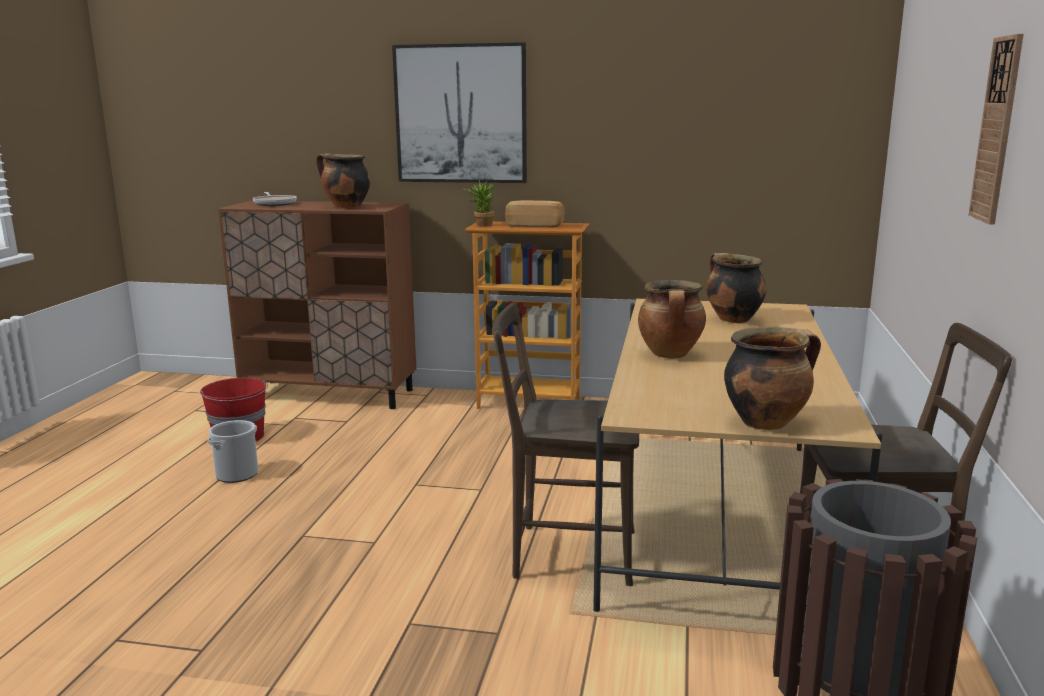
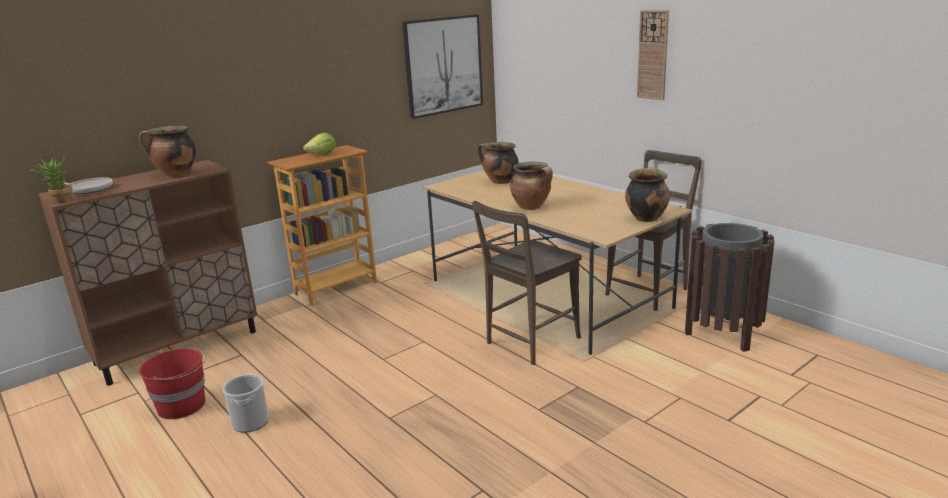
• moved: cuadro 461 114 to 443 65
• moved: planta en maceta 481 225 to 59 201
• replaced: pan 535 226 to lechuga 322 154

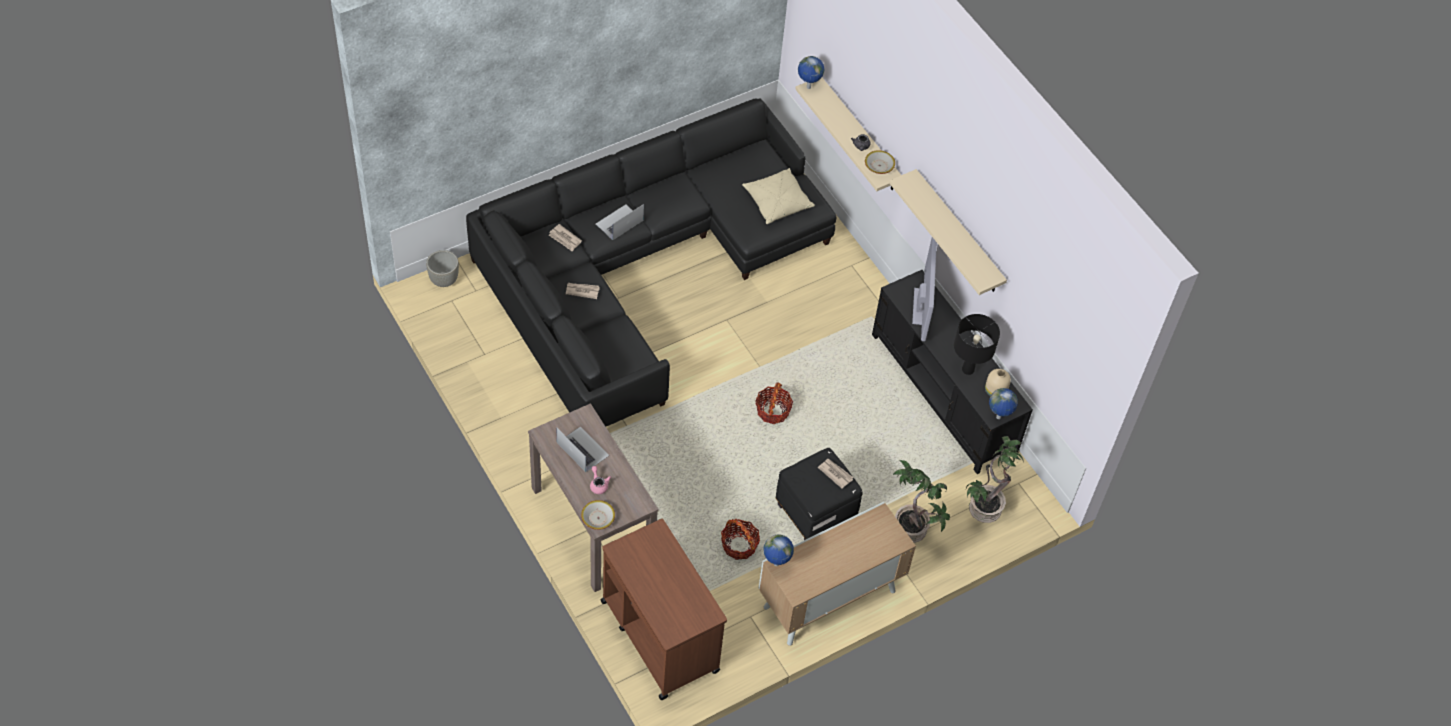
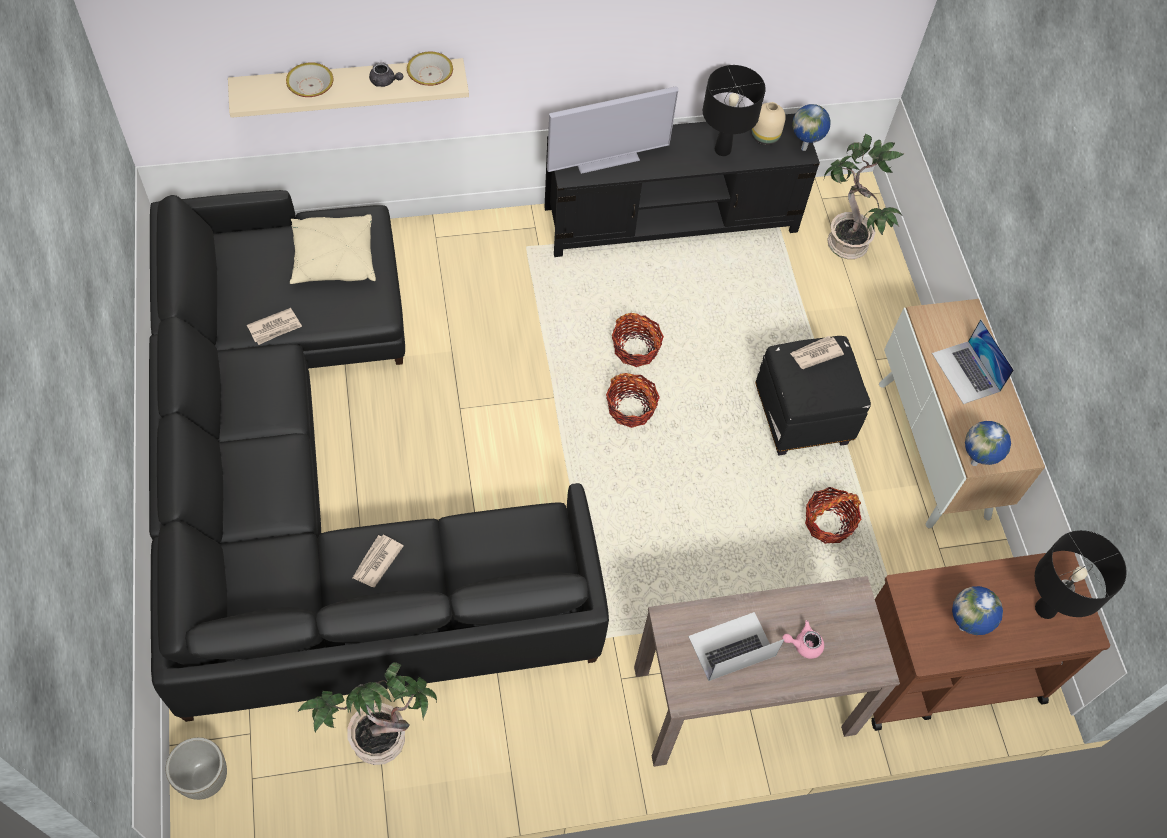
• moved: globo terráqueo 808 87 to 963 628
• removed: estante [beis] 958 233
• moved: portátil 619 222 to 966 372
• moved: periódico 565 239 to 275 328
• turned: televisor 921 306 = 606 158 135 degrees clockwise
• moved: planta en maceta 912 529 to 380 736
• moved: cuenco 598 518 to 311 86
• added: cesta 635 349
• added: lámpara de mesa [negro] 1044 609

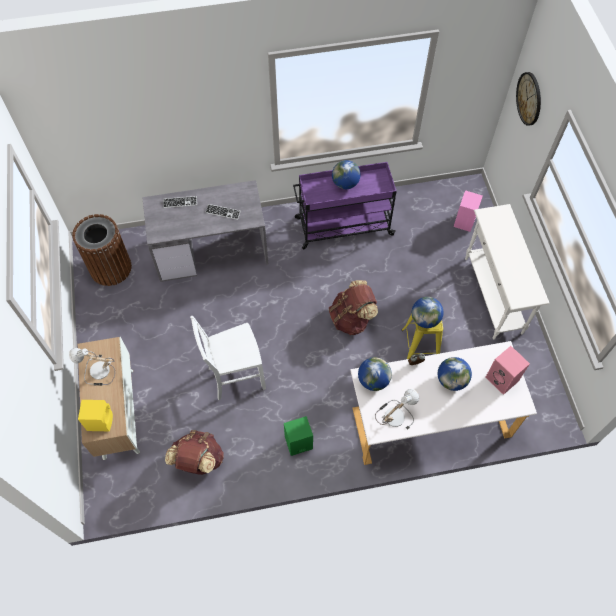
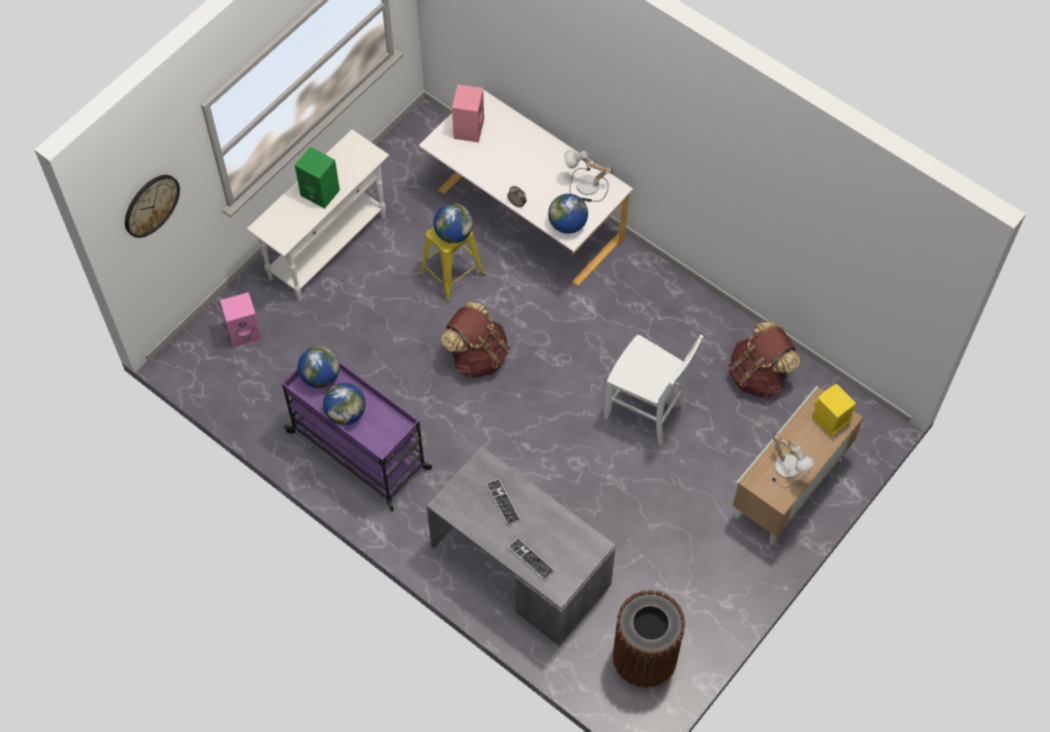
• moved: globo terráqueo 451 380 to 320 377
• moved: altavoz [verde] 298 443 to 321 192

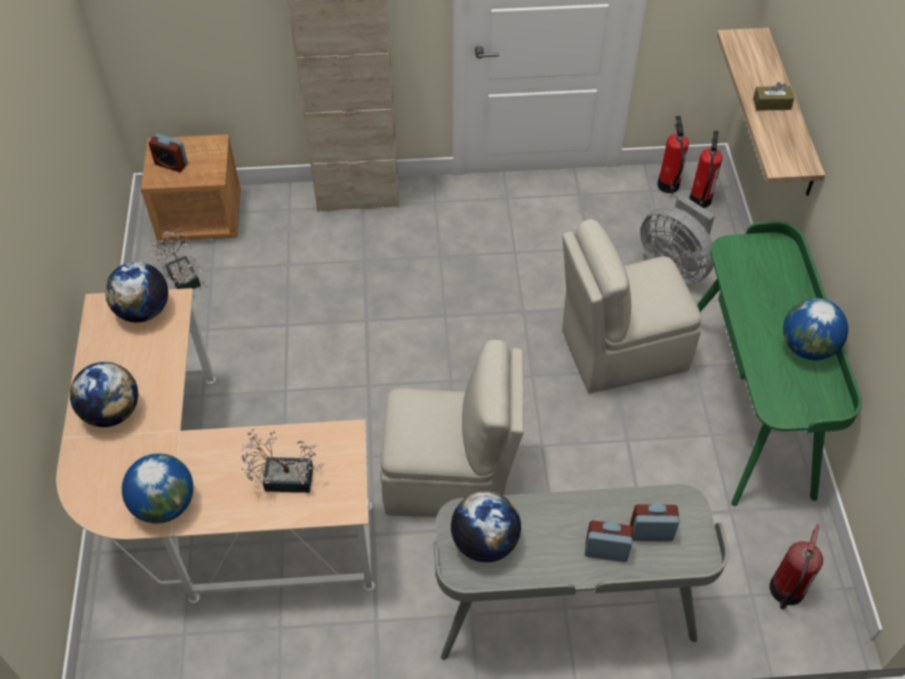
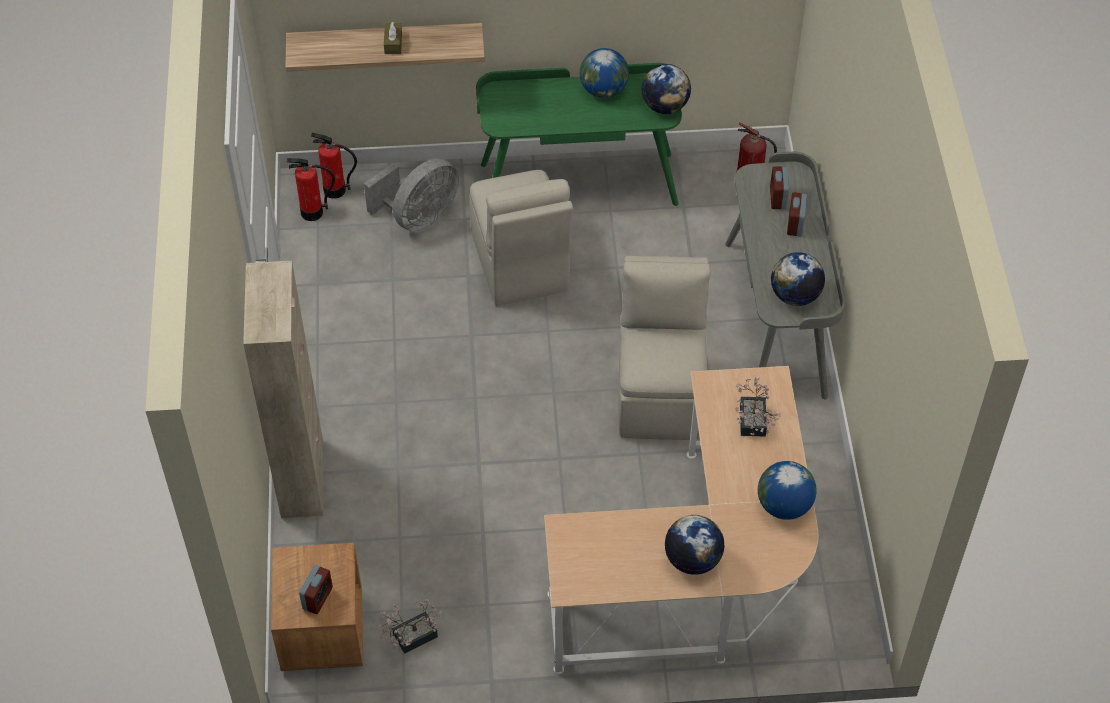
• moved: globo terráqueo 143 311 to 665 106

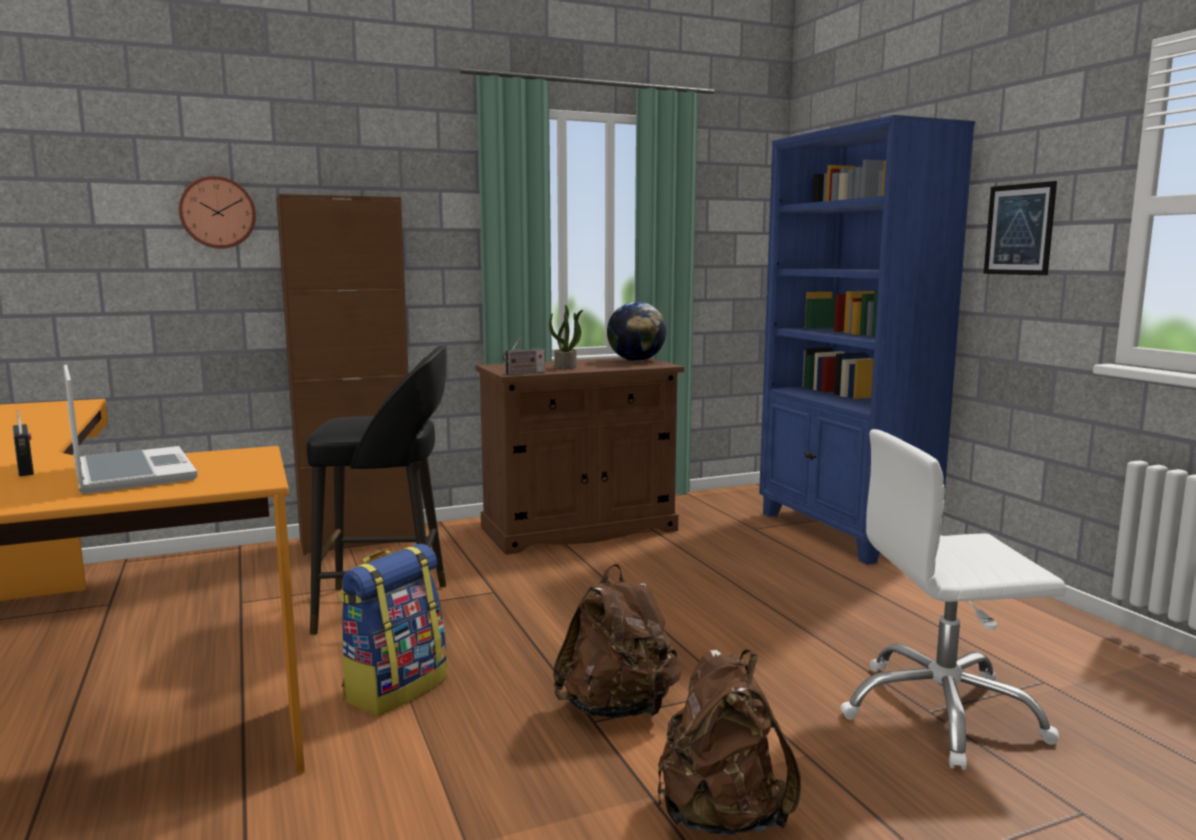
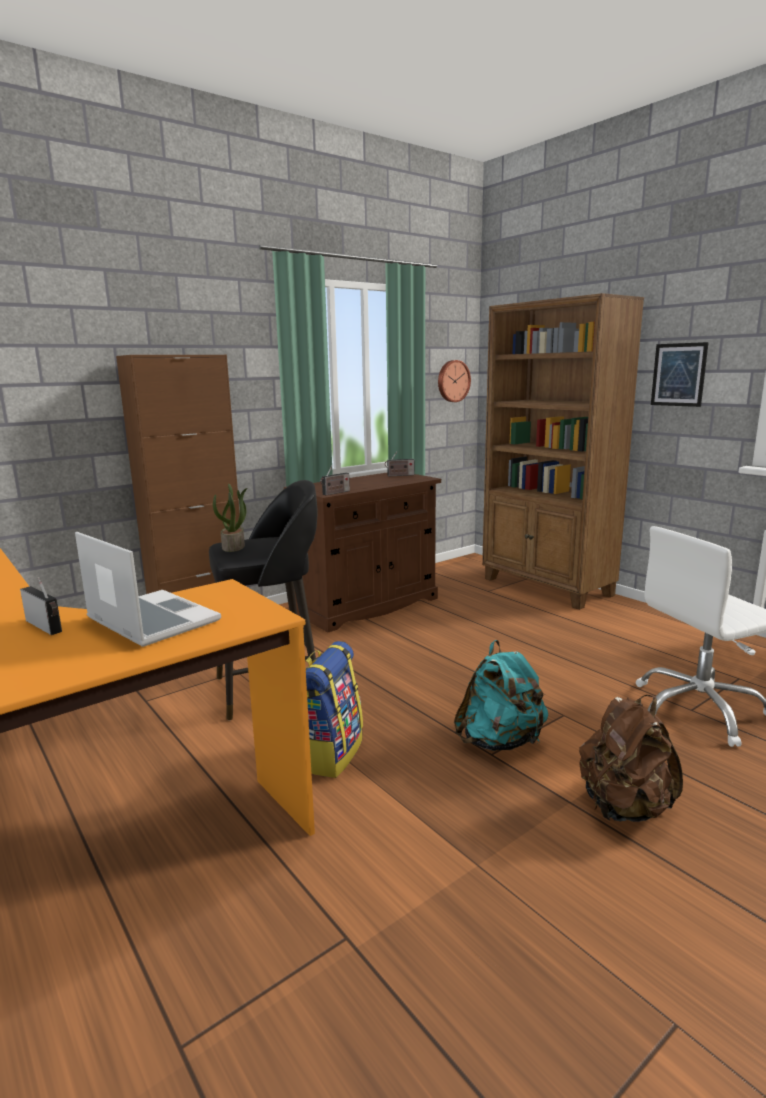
• recoloured: estantería [azul] 843 532 to estantería [marrón] 547 587
• moved: reloj de pared 218 212 to 452 381
• replaced: globo terráqueo 636 360 to radio 399 475
• moved: planta en maceta 566 367 to 234 547
• recoloured: mochila [marrón] 617 709 to mochila [turquesa] 500 741

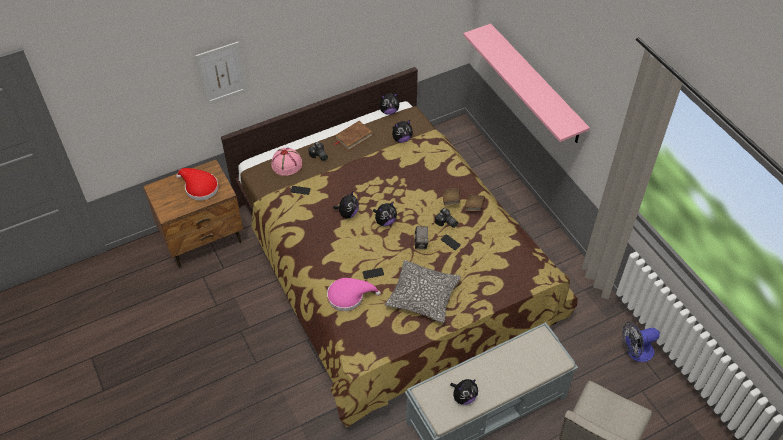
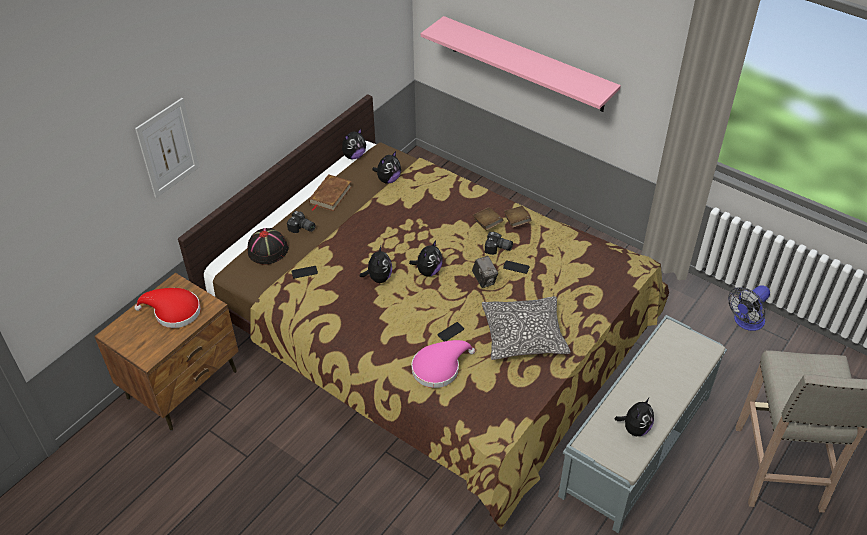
• recoloured: sombrero [rosa] 287 164 to sombrero [negro] 268 250

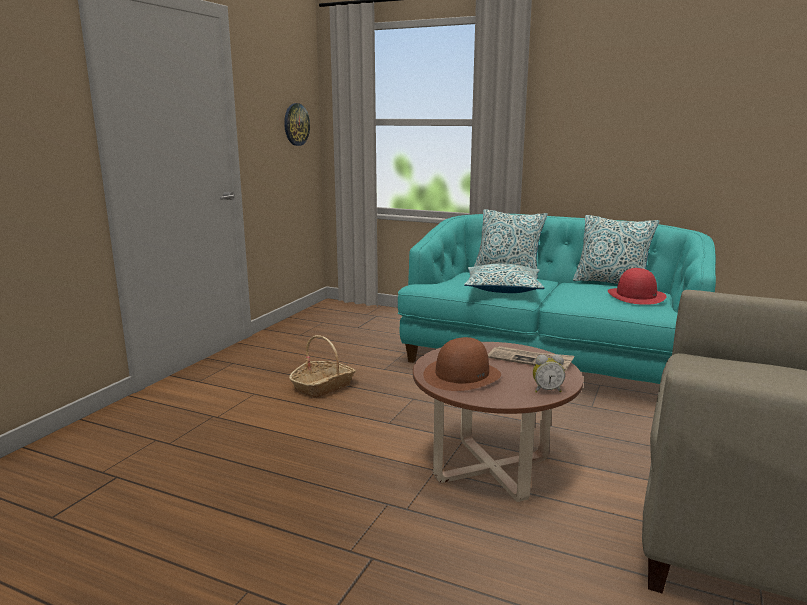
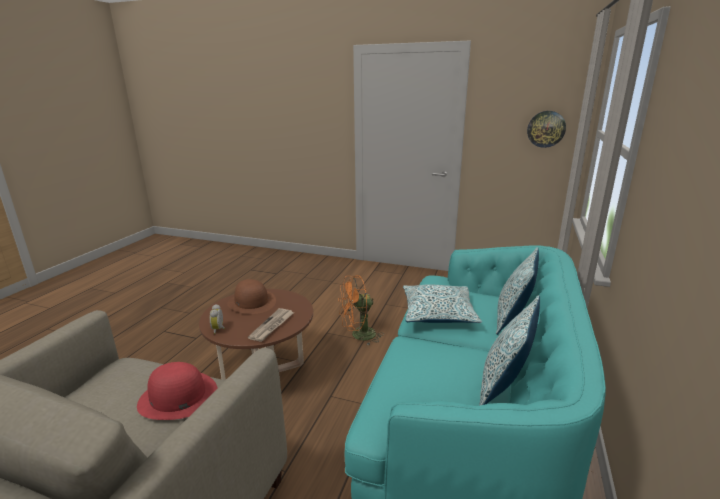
• moved: sombrero [rojo] 636 296 to 177 397
• removed: cesta 323 386
• added: ventilador [naranja] 358 336

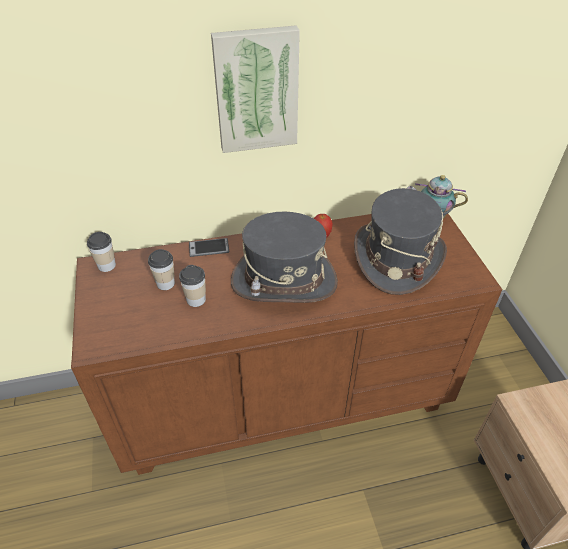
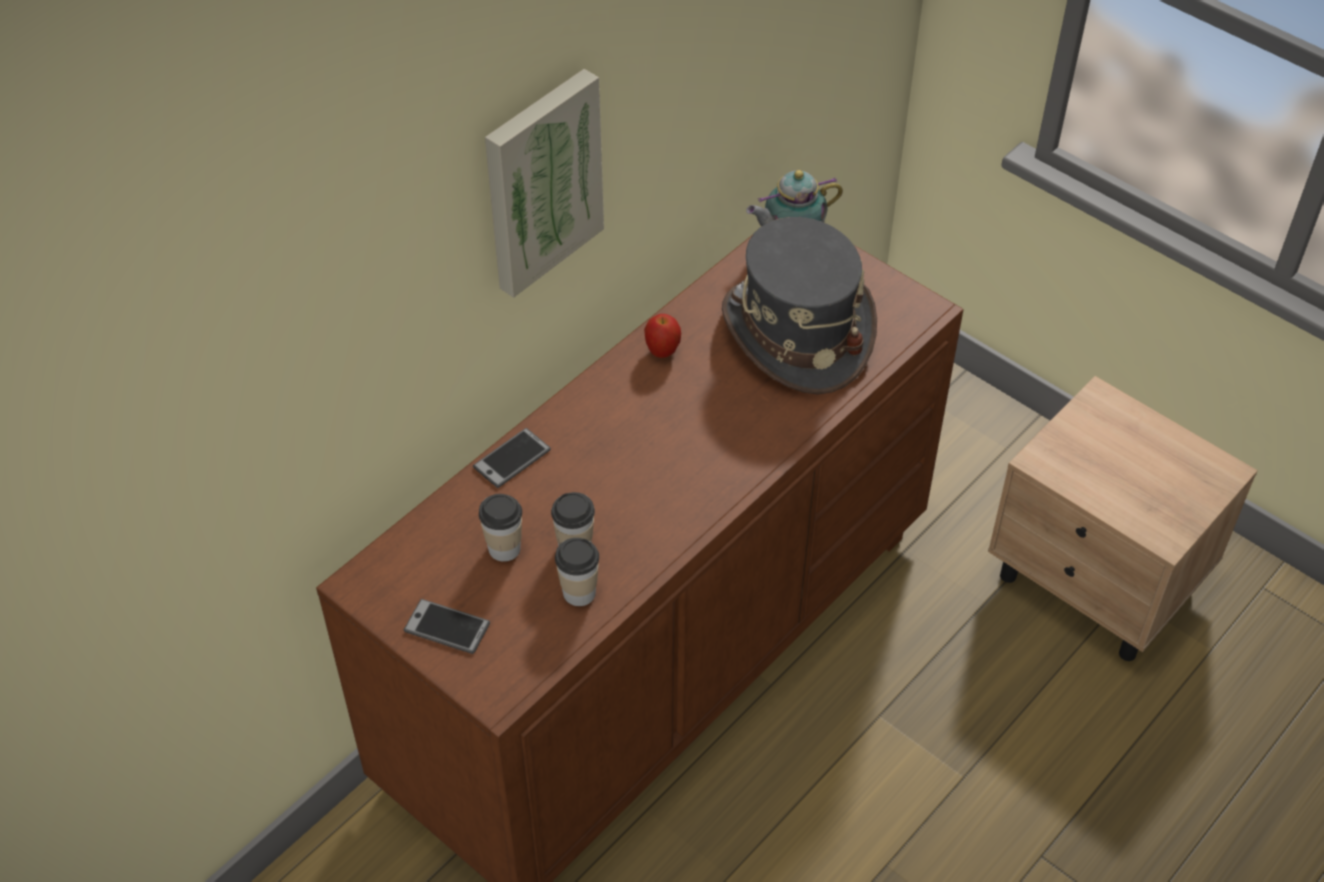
• removed: sombrero [gris] 283 281
• moved: taza 106 265 to 579 592
• added: móvil 447 627

